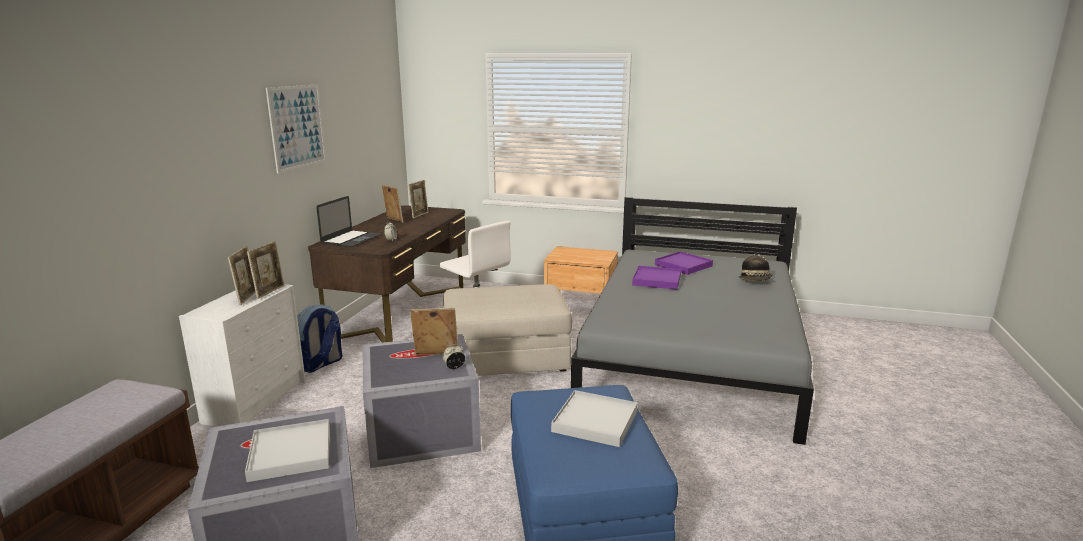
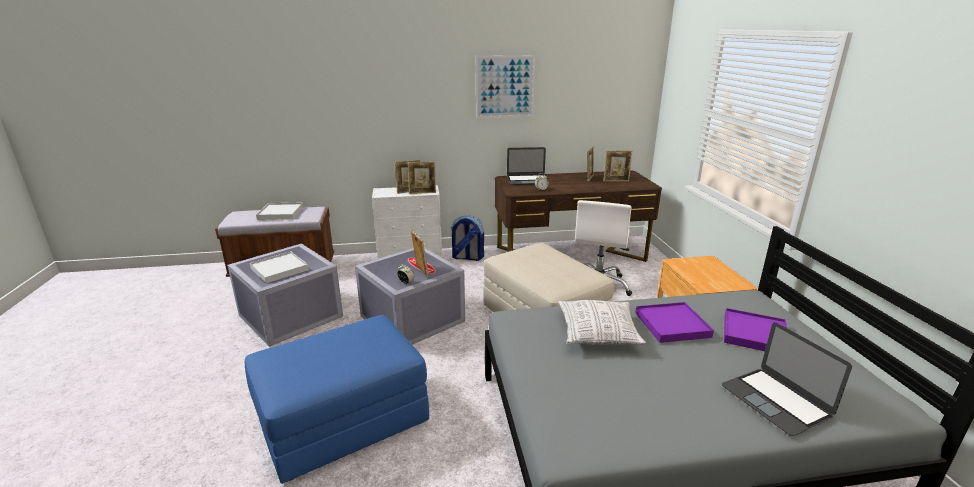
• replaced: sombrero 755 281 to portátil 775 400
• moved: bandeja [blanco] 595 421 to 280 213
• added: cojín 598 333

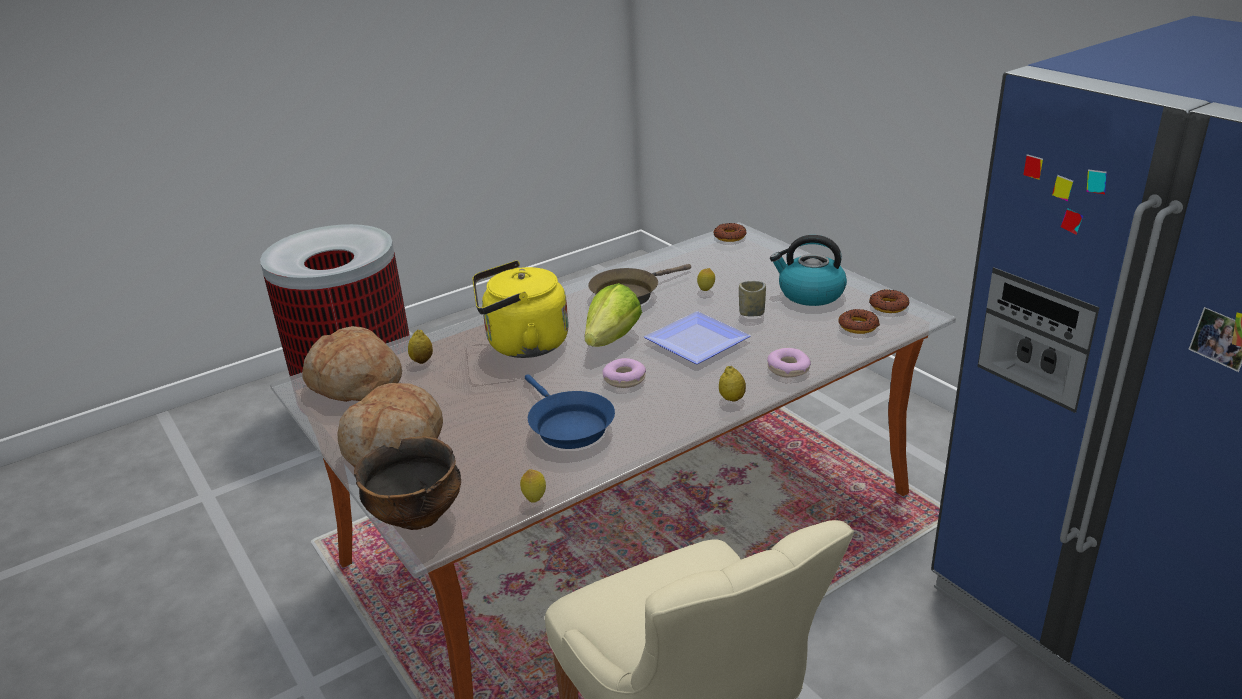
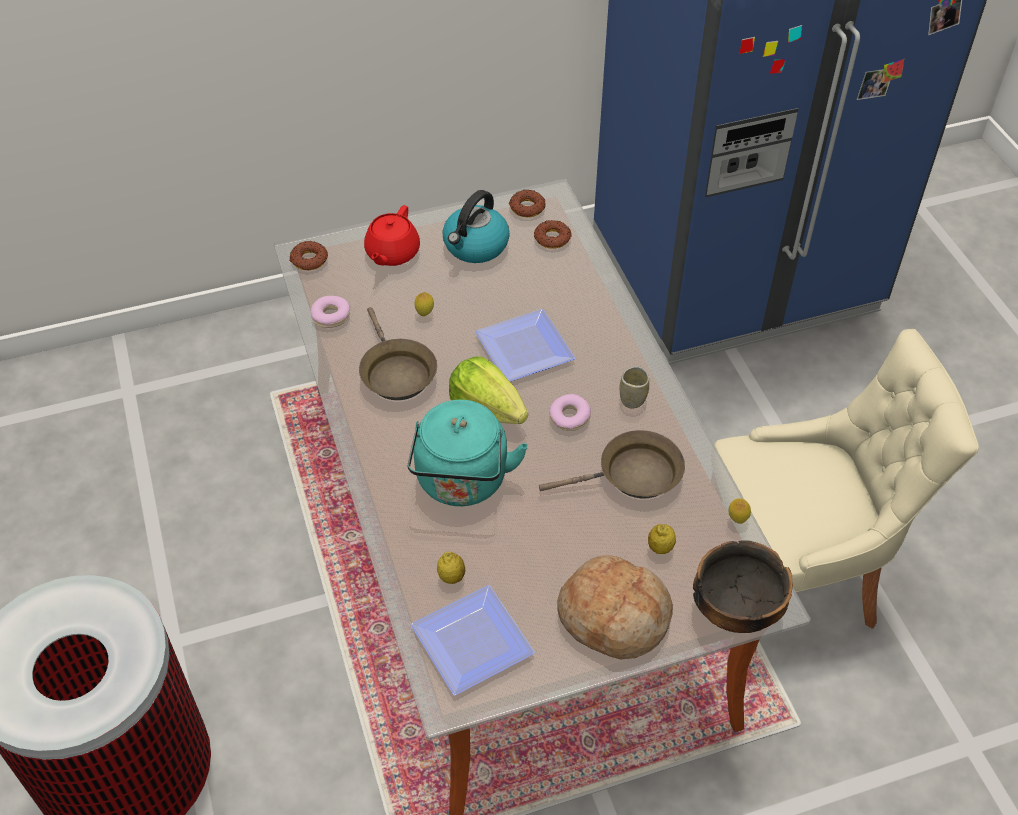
• recoloured: hervidor [amarillo] 522 345 to hervidor [turquesa] 462 483
• moved: taza 751 313 to 632 399
• replaced: pan 355 382 to plato 471 646
• moved: rosquilla 788 369 to 331 316
• moved: limón 732 399 to 660 548
• recoloured: sartén [azul] 567 426 to sartén [marrón] 633 475
• added: tetera [rojo] 392 253

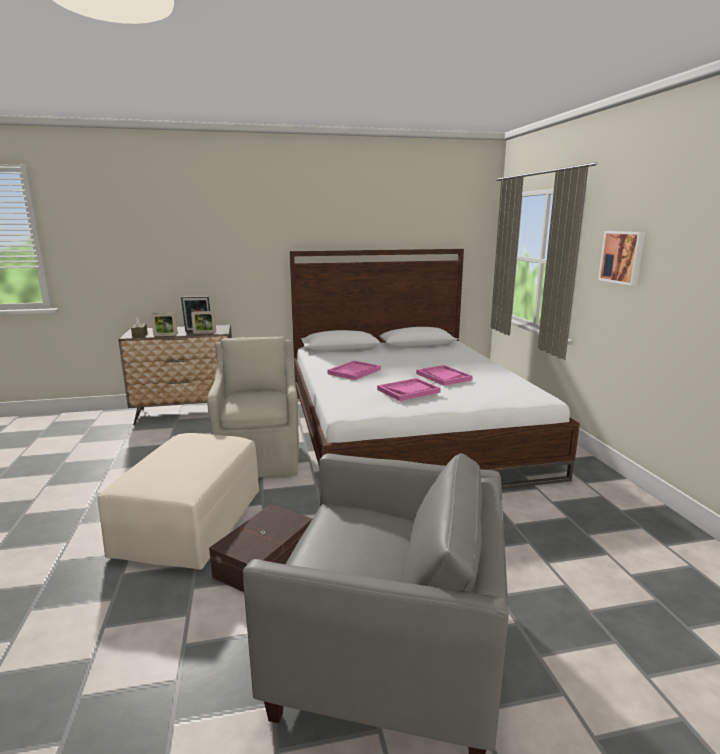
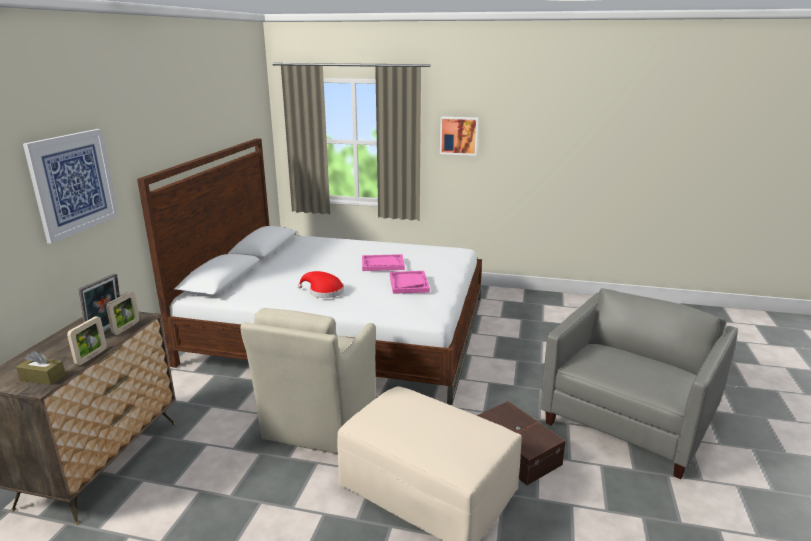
• turned: sillón [beis] 259 458 = 318 423 90 degrees counterclockwise
• replaced: bandeja [rosa] 354 372 to sombrero [rojo] 323 292
• added: cuadro 73 183

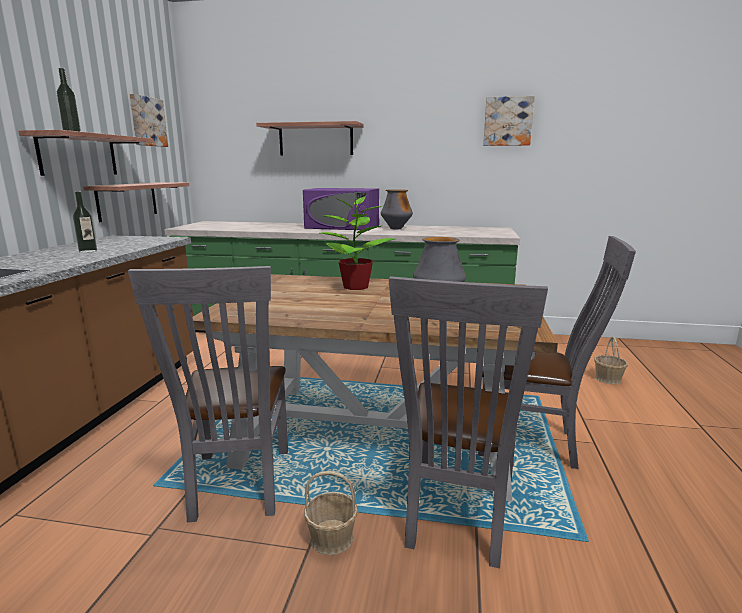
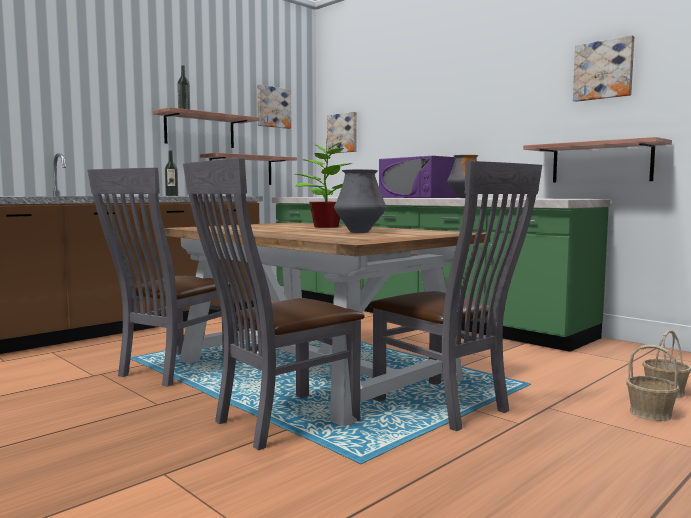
• moved: estante 316 140 to 601 163
• moved: cesta 332 538 to 650 413
• added: cuadro 343 133

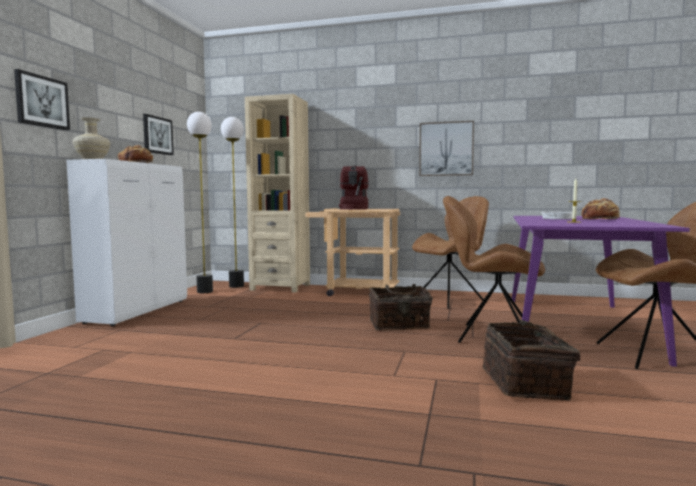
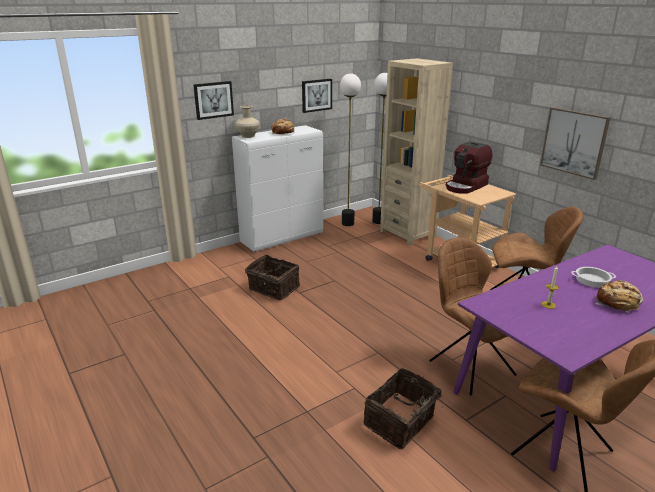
• moved: cesta 399 324 to 273 289

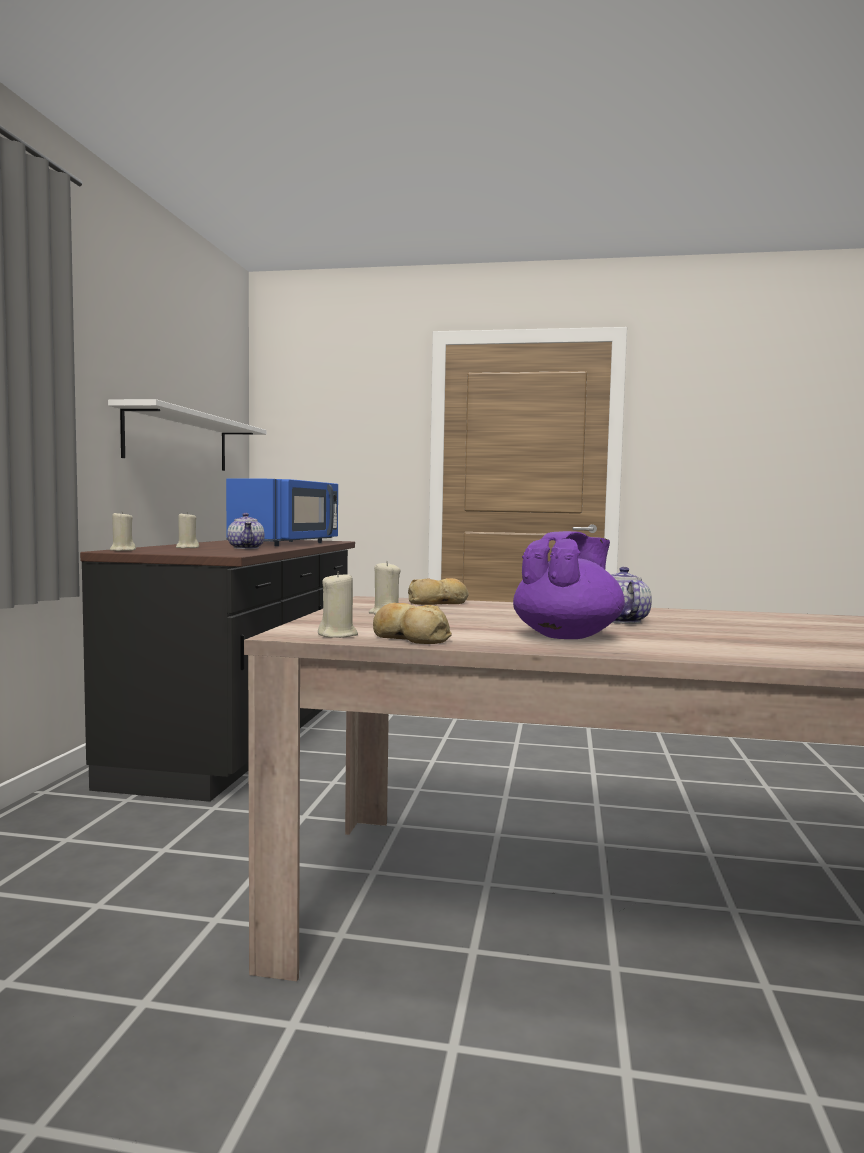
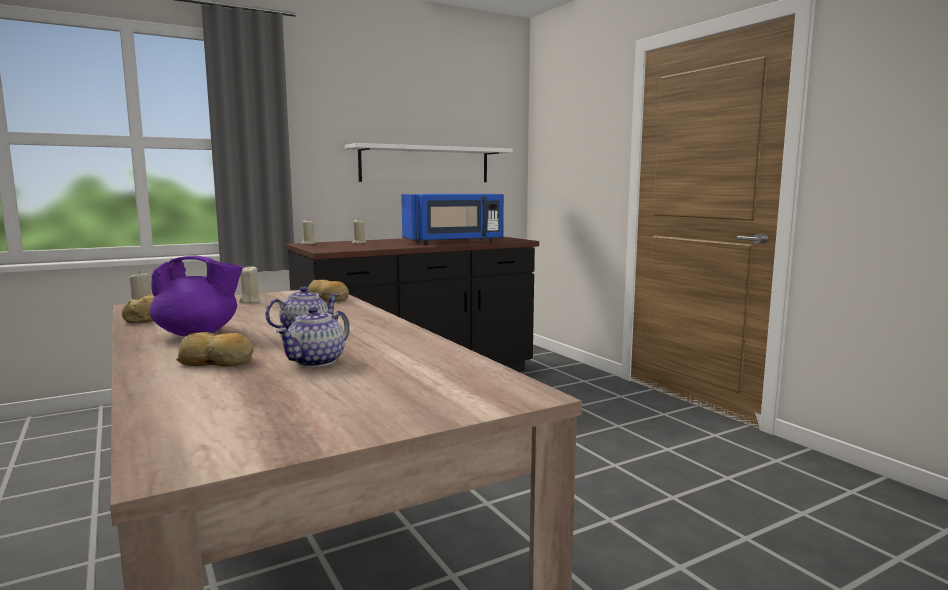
• moved: tetera 246 548 to 316 362
• added: pan 217 362

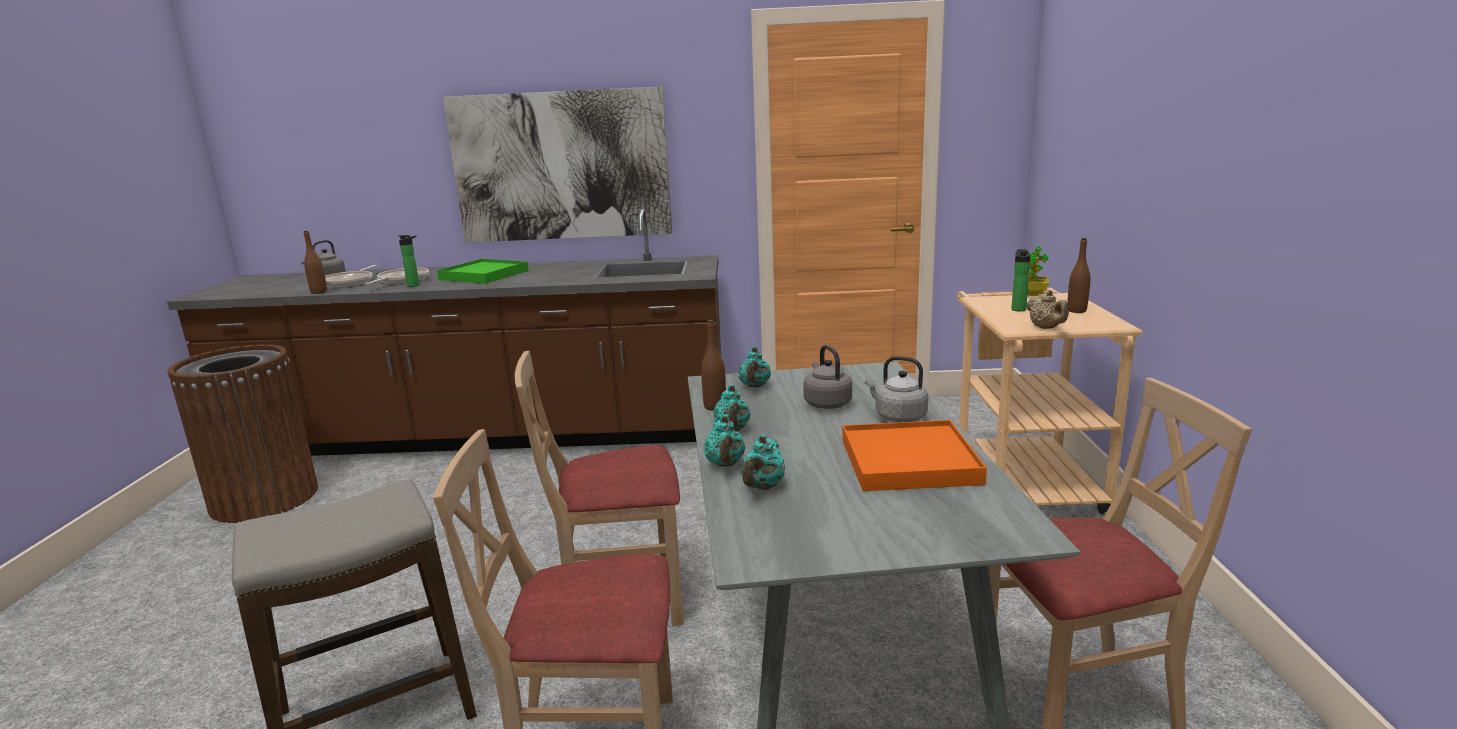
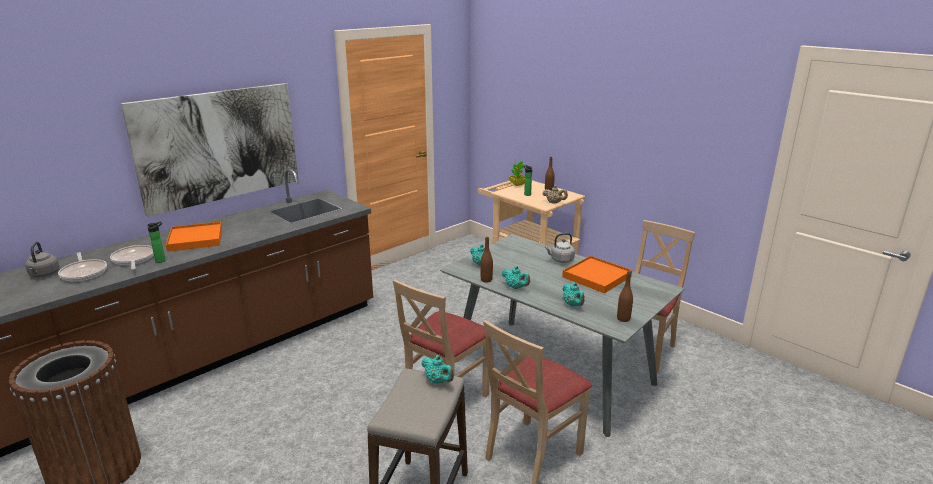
• moved: botella [marrón] 319 292 to 623 319
• recoloured: bandeja [verde] 484 275 to bandeja [naranja] 195 239
• removed: hervidor [gris] 826 403
• moved: tetera [turquesa] 725 464 to 438 381

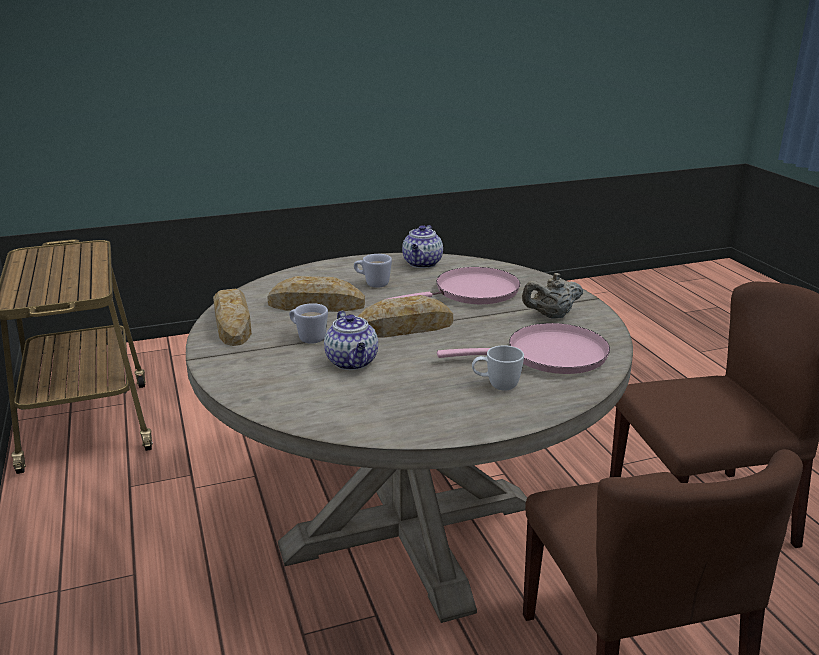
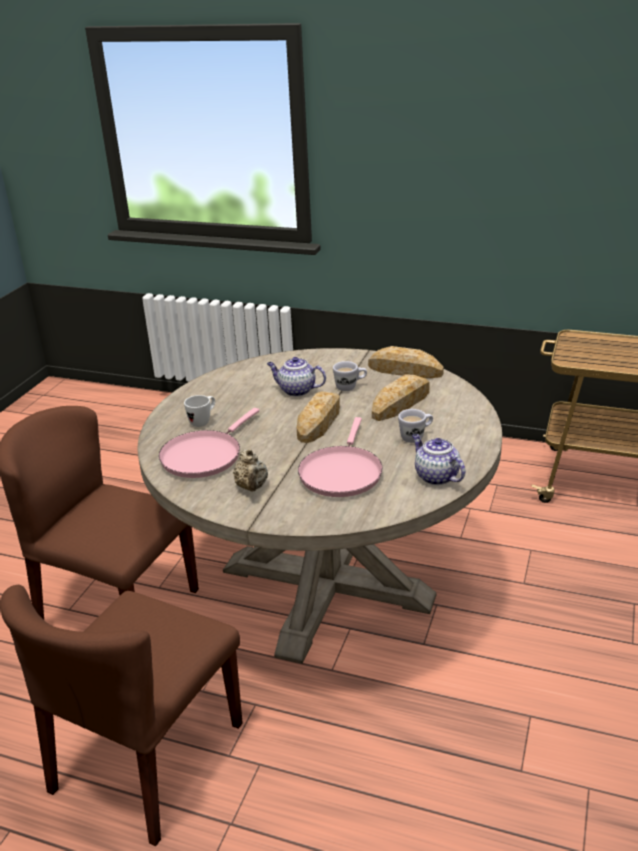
• turned: tetera [beis] 551 316 = 252 487 150 degrees clockwise

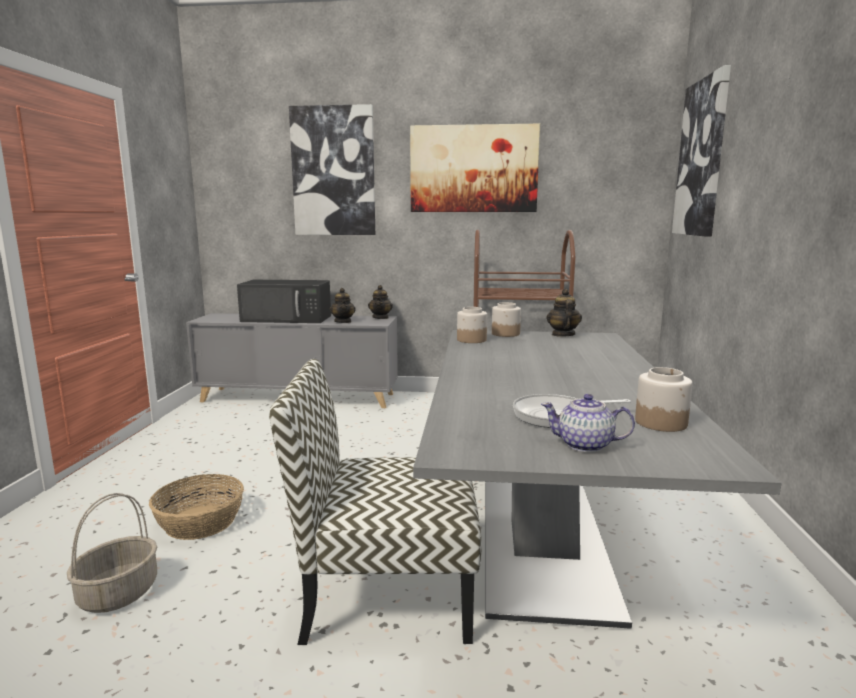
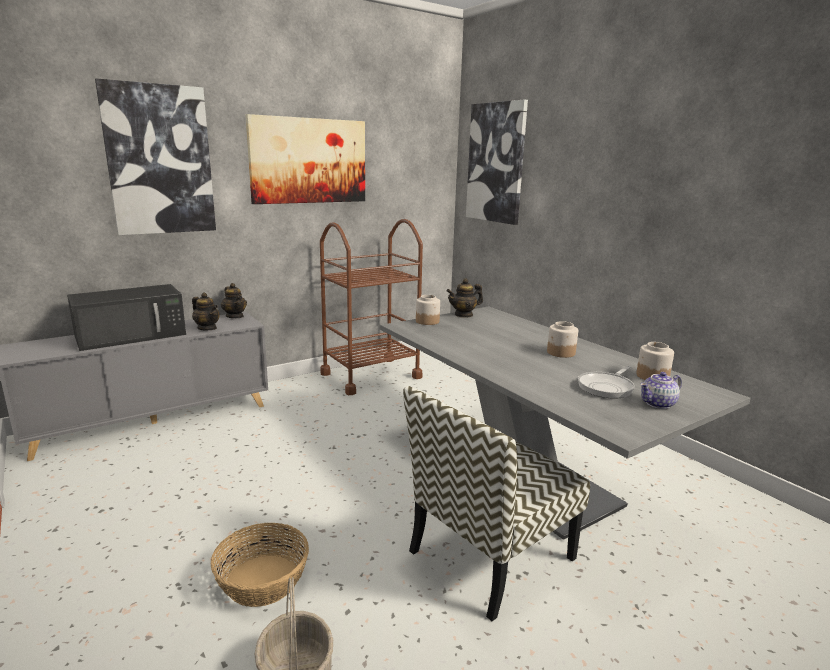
• turned: tetera 562 335 = 464 315 75 degrees counterclockwise
• moved: tarro 471 340 to 561 353

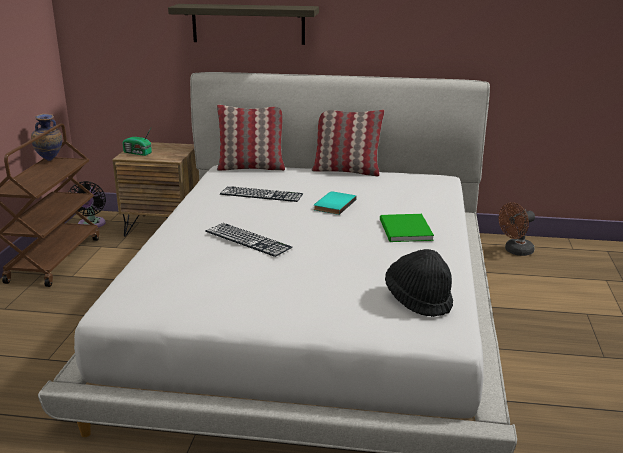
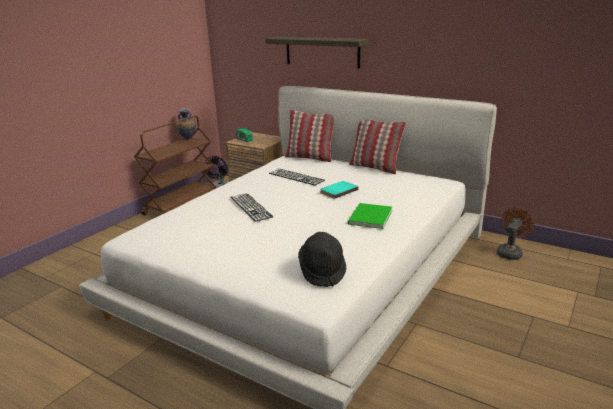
• turned: ventilador [marrón] 515 251 = 510 252 135 degrees clockwise

